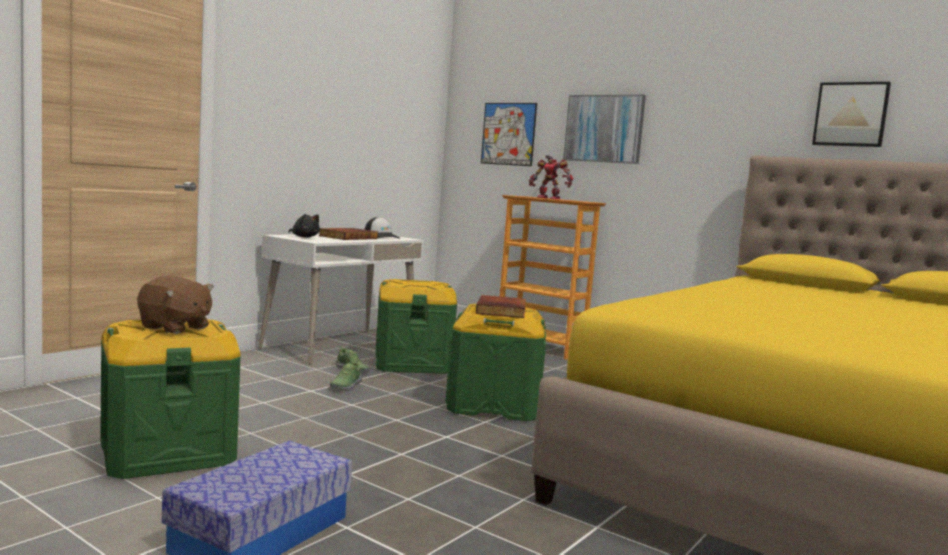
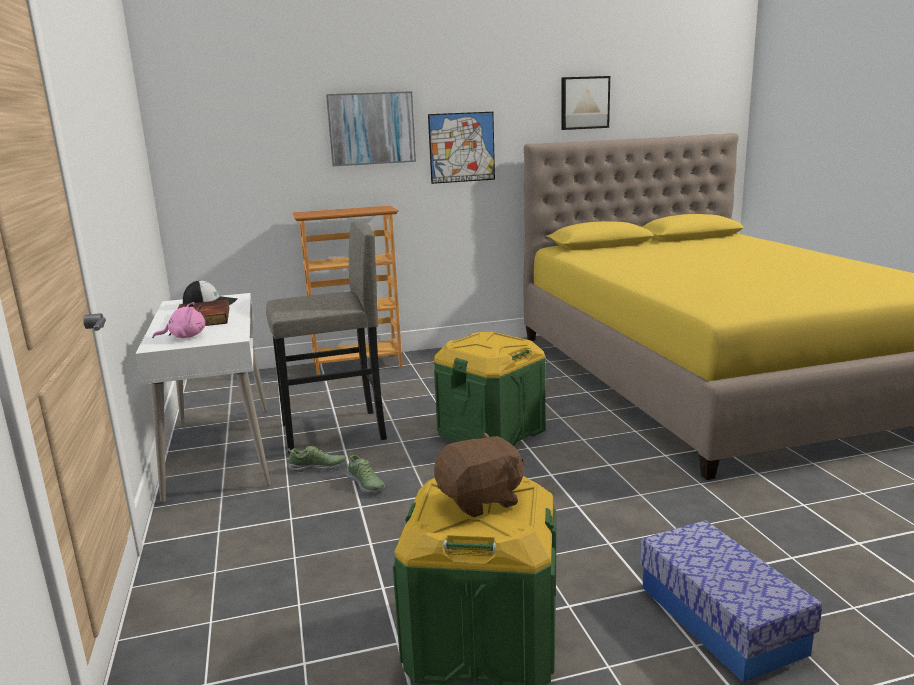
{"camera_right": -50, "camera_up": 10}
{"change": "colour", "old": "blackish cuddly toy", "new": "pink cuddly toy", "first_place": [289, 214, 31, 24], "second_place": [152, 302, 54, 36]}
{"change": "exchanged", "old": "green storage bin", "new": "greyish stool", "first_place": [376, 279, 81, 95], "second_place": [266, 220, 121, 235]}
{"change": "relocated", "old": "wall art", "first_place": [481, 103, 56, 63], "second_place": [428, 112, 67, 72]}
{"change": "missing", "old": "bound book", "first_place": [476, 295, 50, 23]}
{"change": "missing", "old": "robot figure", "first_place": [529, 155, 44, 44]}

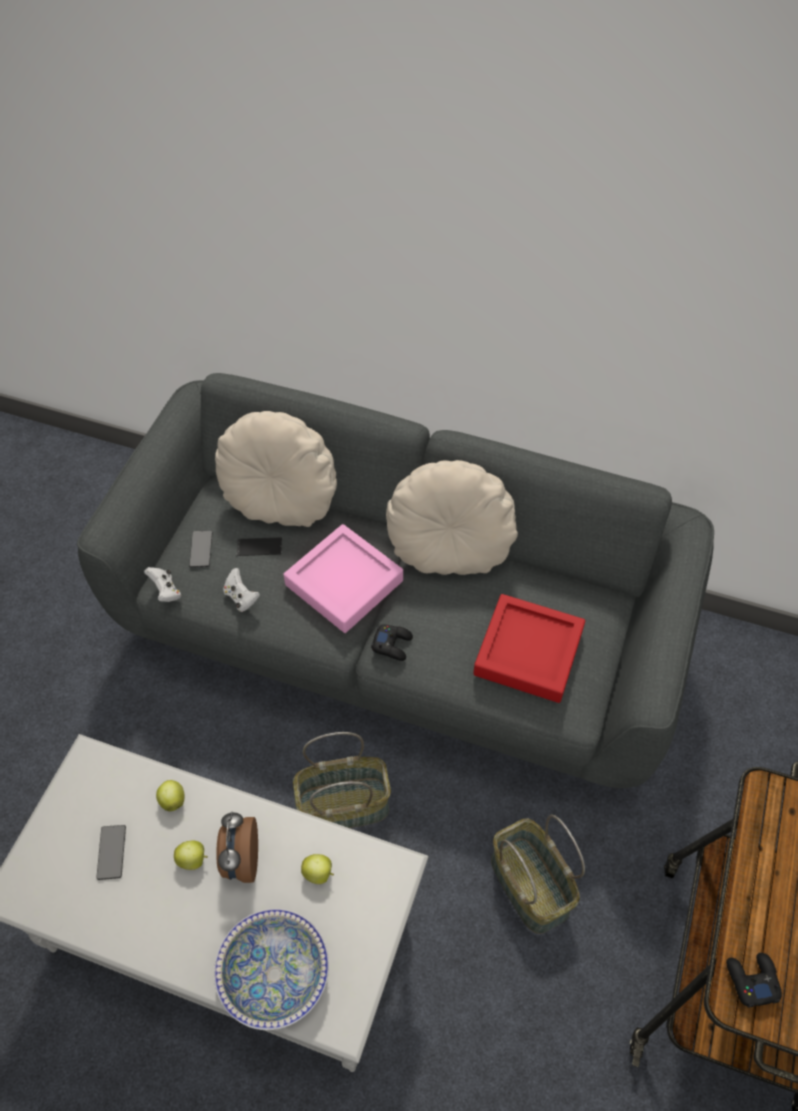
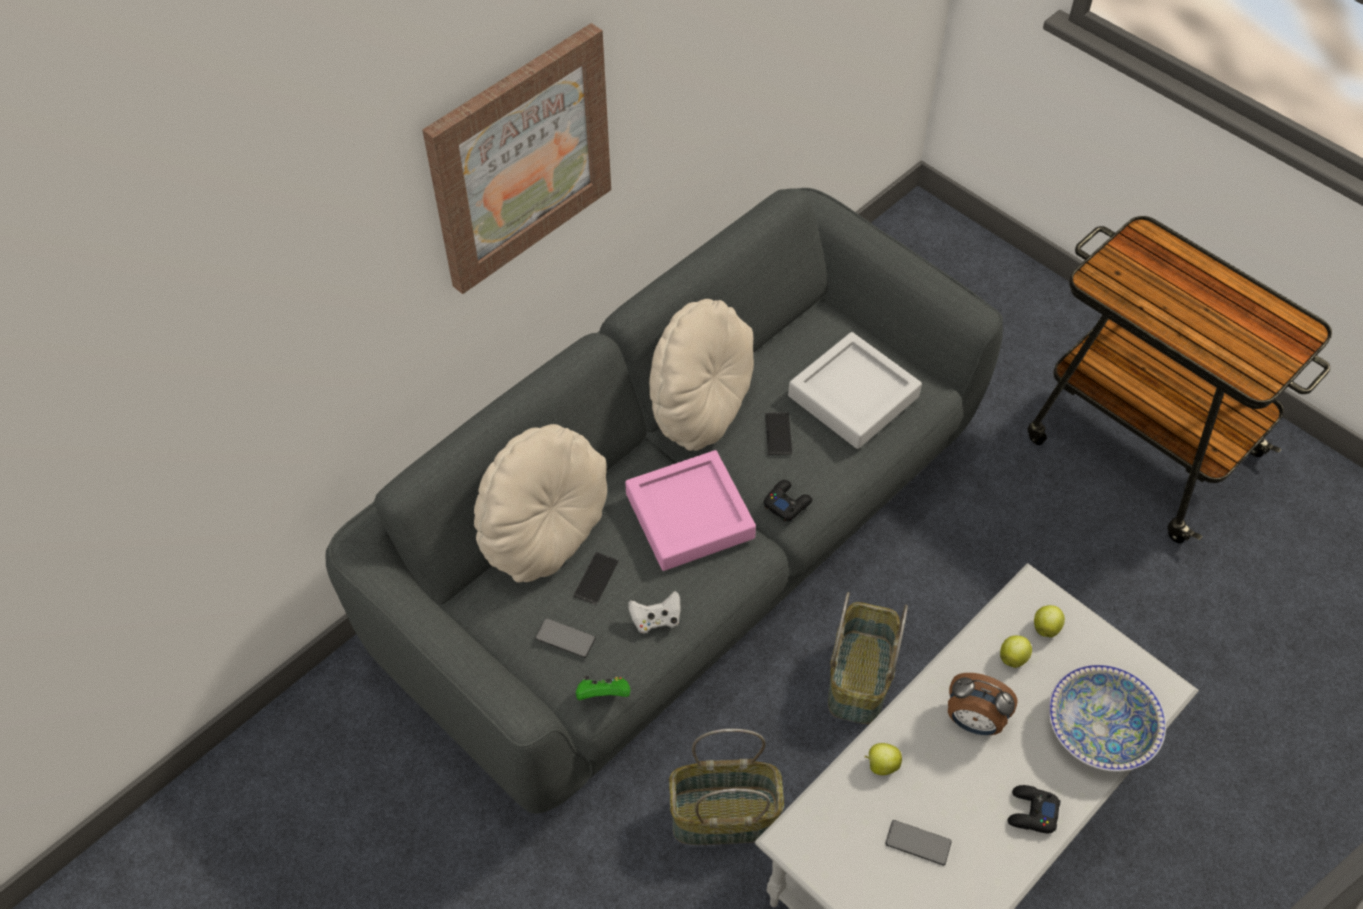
{"camera_right": -65, "camera_up": 0}
{"change": "appeared", "new": "wall art", "second_place": [422, 23, 189, 271]}
{"change": "colour", "old": "whitish game controller", "new": "green game controller", "first_place": [144, 567, 37, 35], "second_place": [576, 676, 54, 24]}
{"change": "relocated", "old": "household basket", "first_place": [491, 815, 94, 119], "second_place": [669, 729, 115, 116]}
{"change": "appeared", "new": "phone", "second_place": [765, 412, 27, 43]}
{"change": "colour", "old": "reddish carrying tray", "new": "greyish carrying tray", "first_place": [473, 594, 112, 109], "second_place": [788, 332, 134, 117]}
{"change": "relocated", "old": "blackish game controller", "first_place": [726, 953, 56, 55], "second_place": [1008, 785, 53, 49]}
{"change": "relocated", "old": "whole apple", "first_place": [174, 840, 34, 30], "second_place": [1034, 605, 31, 32]}

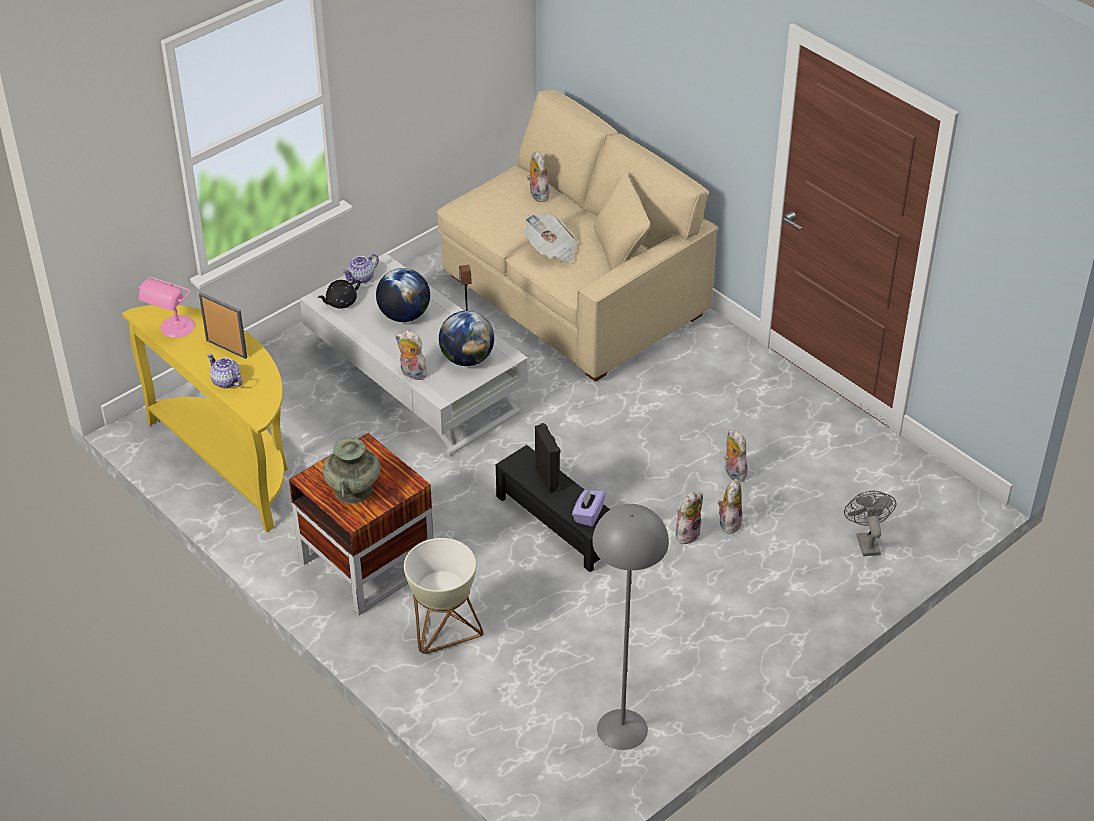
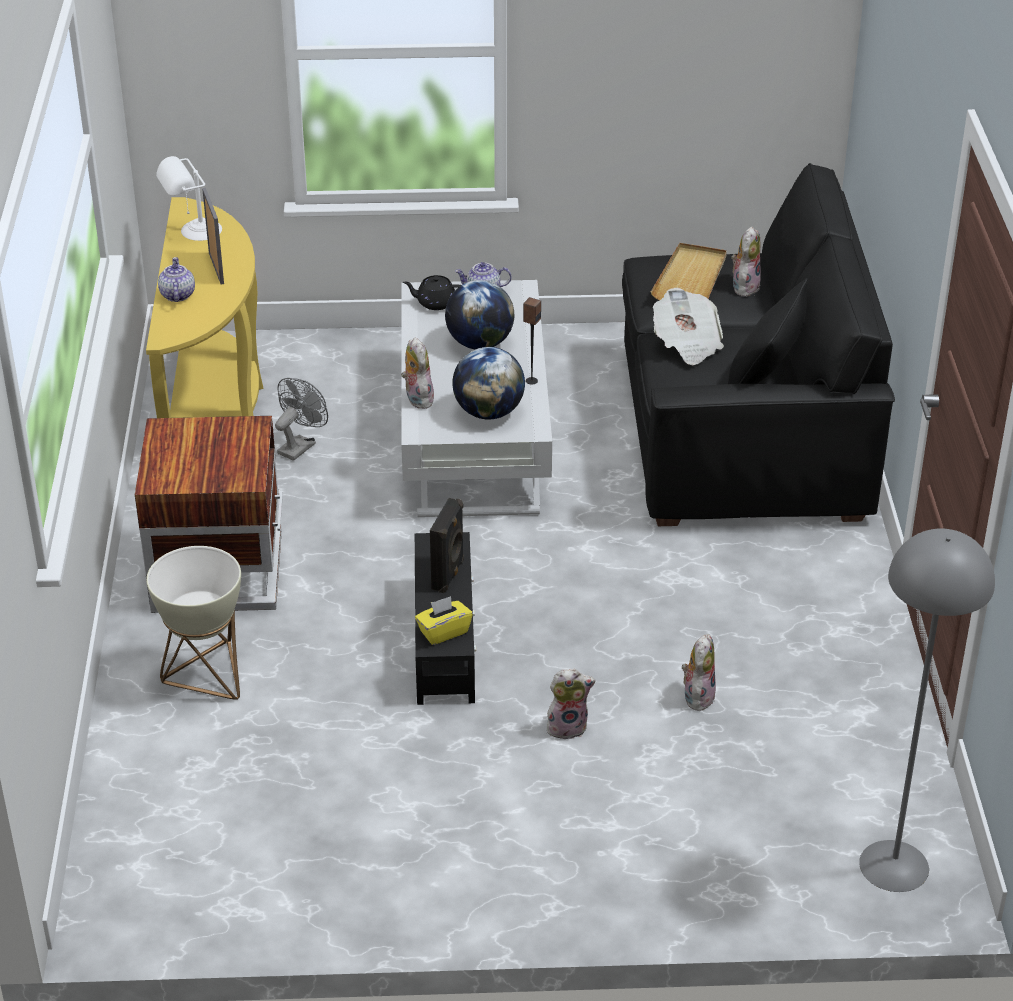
{"camera_right": 40, "camera_up": -5}
{"change": "colour", "old": "pink table lamp", "new": "whitish table lamp", "first_place": [139, 277, 56, 61], "second_place": [156, 156, 66, 85]}
{"change": "relocated", "old": "greyish cooling fan", "first_place": [844, 491, 53, 65], "second_place": [275, 378, 53, 83]}
{"change": "colour", "old": "purplish box of tissues", "new": "yellow box of tissues", "first_place": [572, 488, 34, 39], "second_place": [415, 596, 58, 49]}
{"change": "colour", "old": "beige settee", "new": "blackish settee", "first_place": [437, 89, 281, 293], "second_place": [622, 163, 273, 363]}
{"change": "appeared", "new": "beige carrying tray", "second_place": [651, 243, 76, 57]}
{"change": "relocated", "old": "greyish floor lamp", "first_place": [592, 504, 77, 246], "second_place": [859, 528, 136, 364]}
{"change": "missing", "old": "turquoise-coloured flower vase", "first_place": [323, 438, 57, 66]}
{"change": "missing", "old": "cuddly toy", "first_place": [718, 479, 24, 55]}

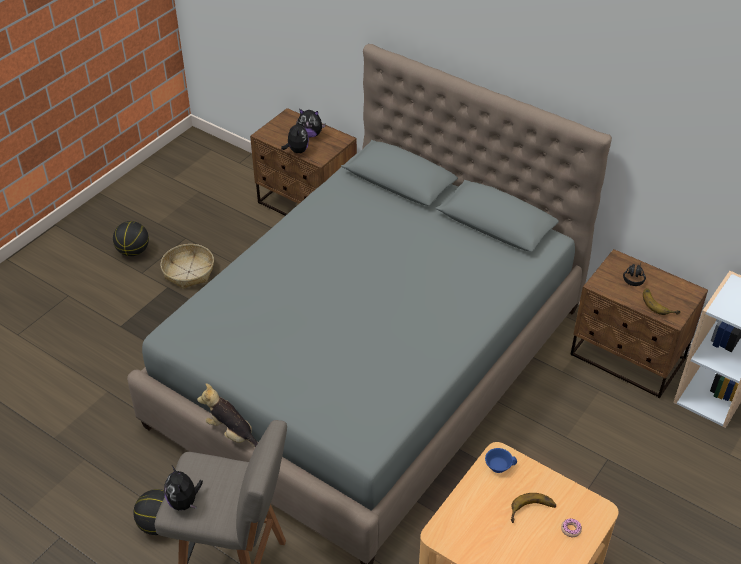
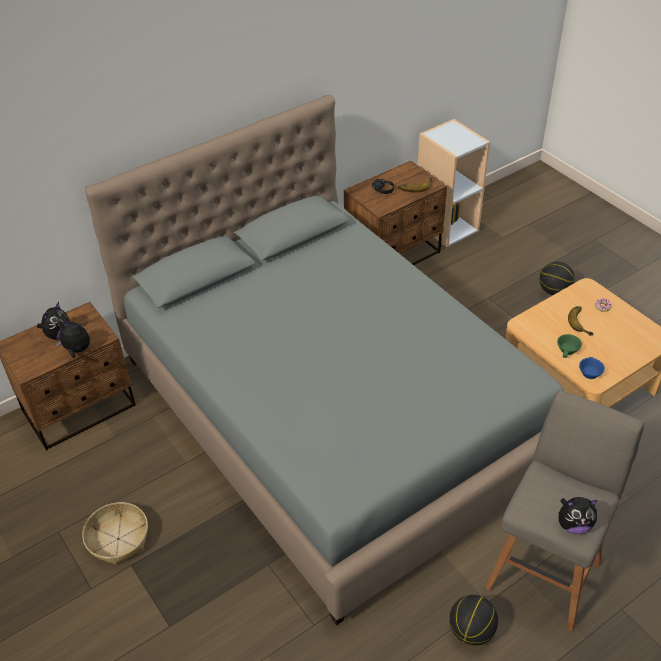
{"camera_right": -70, "camera_up": 0}
{"change": "relocated", "old": "basketball", "first_place": [113, 221, 36, 35], "second_place": [539, 262, 36, 33]}
{"change": "appeared", "new": "green drinking cup", "second_place": [557, 334, 25, 24]}
{"change": "relocated", "old": "blue-coloured drinking cup", "first_place": [485, 448, 32, 25], "second_place": [579, 357, 26, 22]}
{"change": "missing", "old": "cuddly toy", "first_place": [197, 383, 61, 65]}

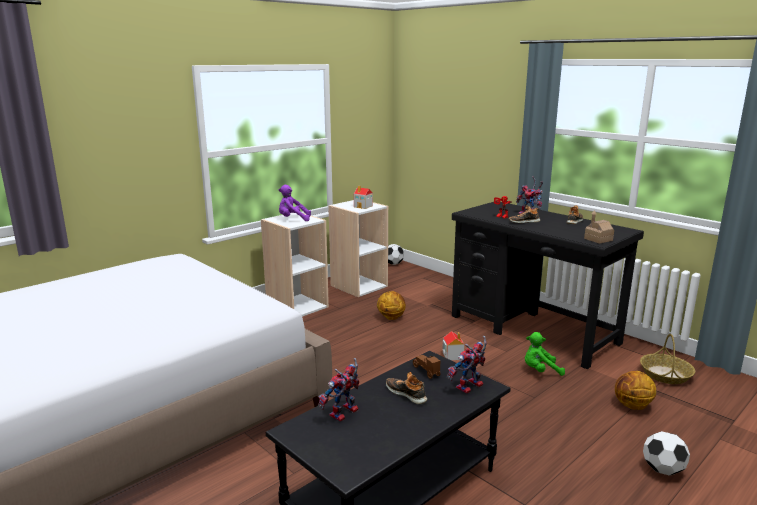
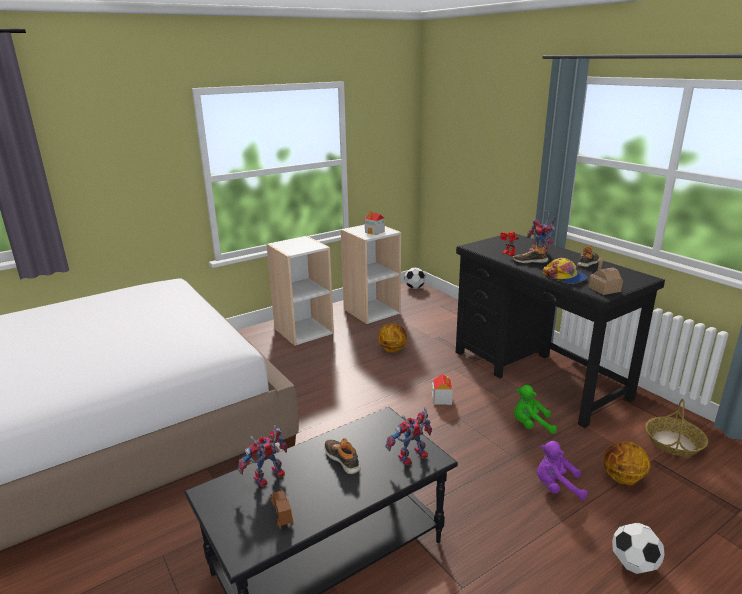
{"camera_right": 10, "camera_up": 5}
{"change": "relocated", "old": "brownish miniature car", "first_place": [413, 355, 27, 24], "second_place": [271, 490, 23, 39]}
{"change": "relocated", "old": "purplish cuddly toy", "first_place": [278, 185, 33, 36], "second_place": [537, 441, 50, 59]}
{"change": "appeared", "new": "peaked cap", "second_place": [543, 258, 44, 26]}

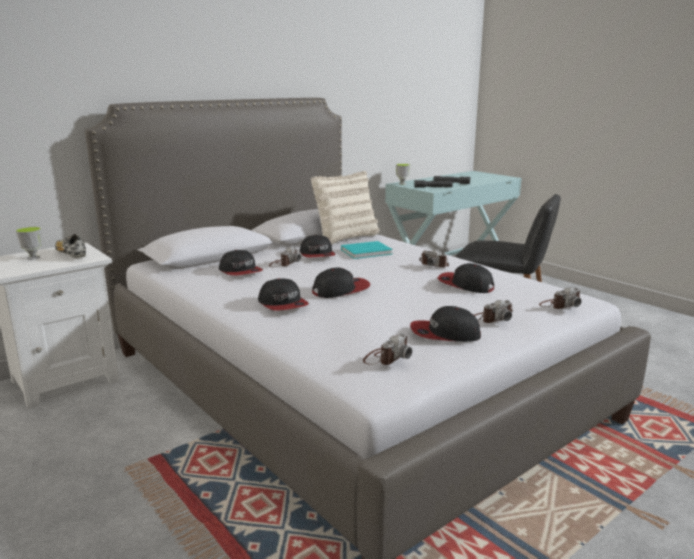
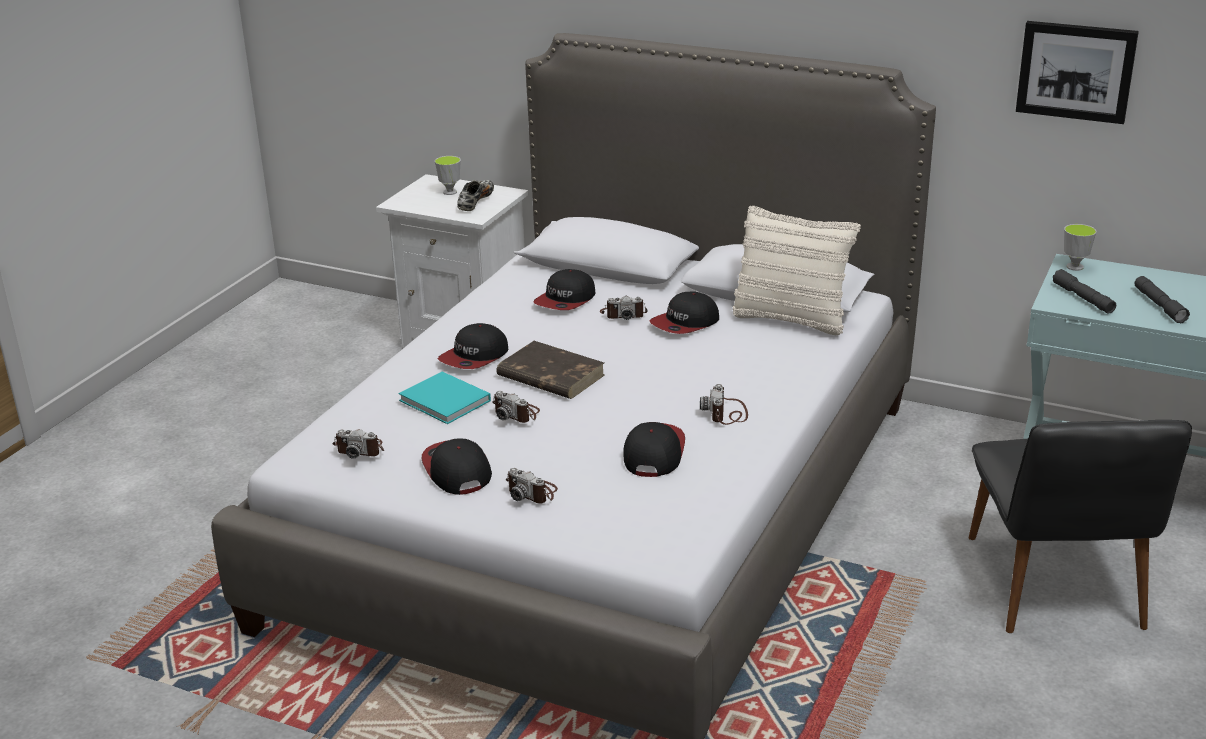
{"camera_right": 65, "camera_up": 10}
{"change": "relocated", "old": "turquoise-coloured bound book", "first_place": [341, 241, 52, 18], "second_place": [399, 372, 92, 52]}
{"change": "relocated", "old": "still camera", "first_place": [539, 287, 42, 22], "second_place": [492, 391, 48, 32]}
{"change": "exchanged", "old": "peaked cap", "new": "brownish bound book", "first_place": [312, 268, 58, 30], "second_place": [497, 341, 108, 58]}
{"change": "appeared", "new": "wall art", "second_place": [1016, 21, 123, 103]}

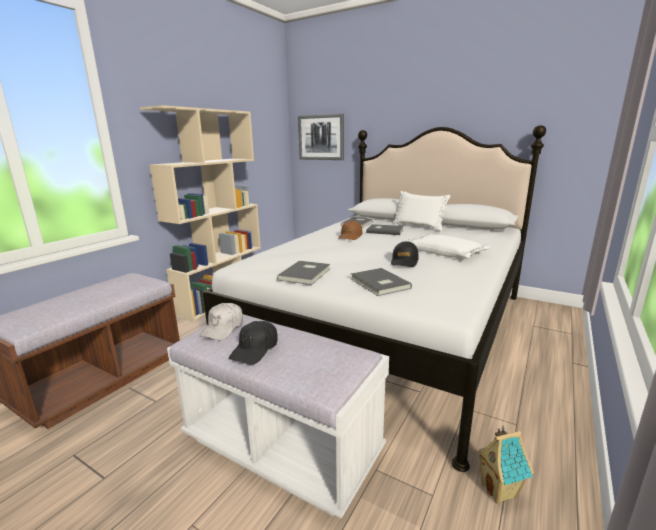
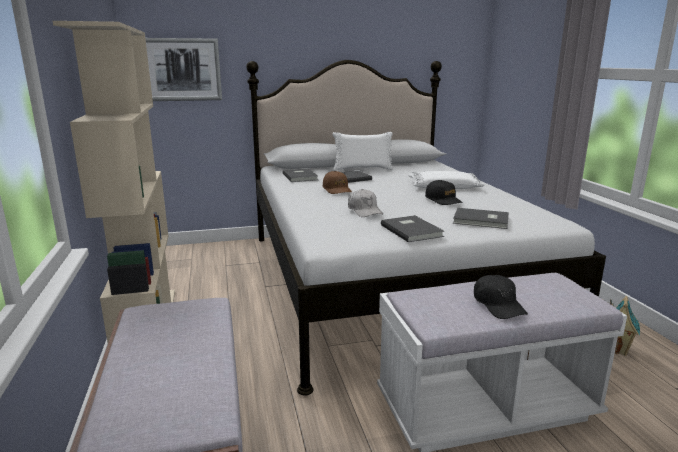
{"camera_right": -45, "camera_up": 0}
{"change": "relocated", "old": "whitish peaked cap", "first_place": [199, 303, 44, 37], "second_place": [348, 189, 35, 28]}

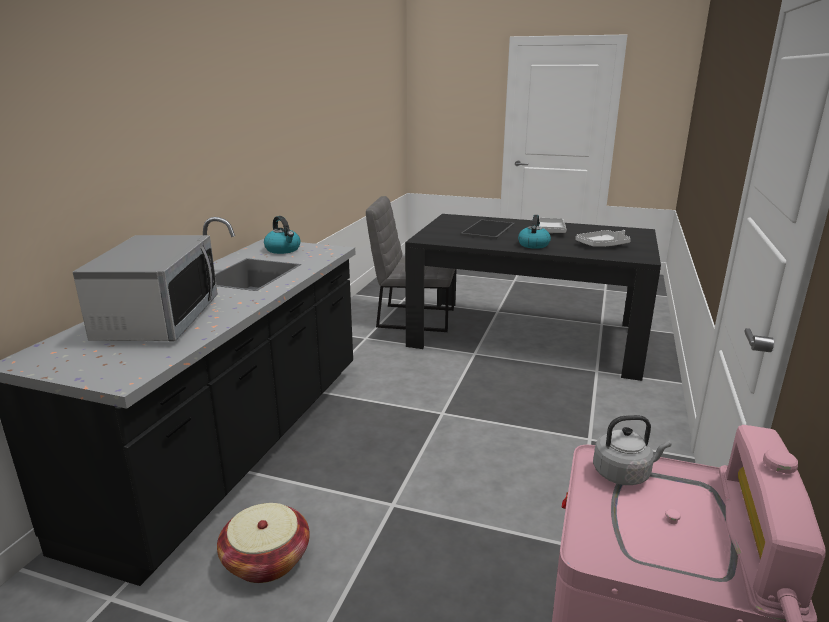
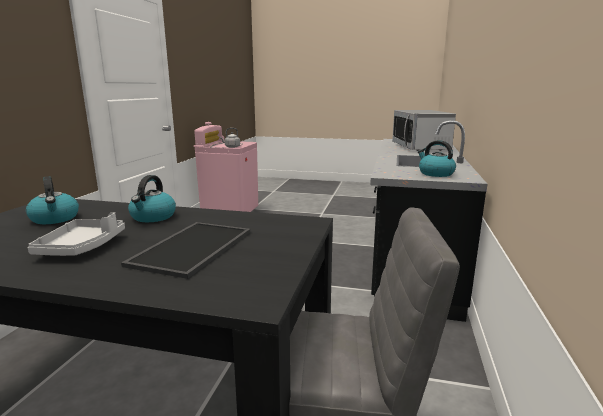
{"camera_right": 175, "camera_up": -5}
{"change": "exchanged", "old": "greyish carrying tray", "new": "tea kettle", "first_place": [575, 230, 56, 17], "second_place": [26, 176, 53, 48]}
{"change": "missing", "old": "household basket", "first_place": [217, 503, 93, 80]}

